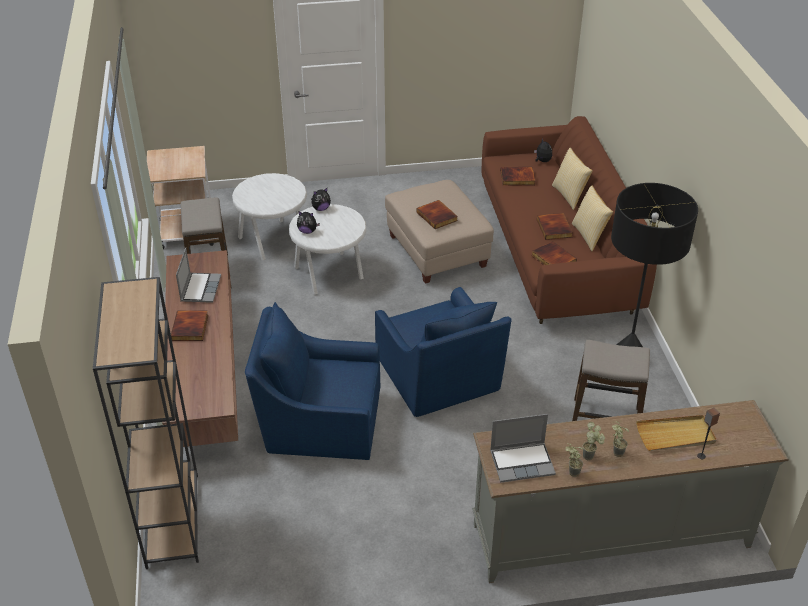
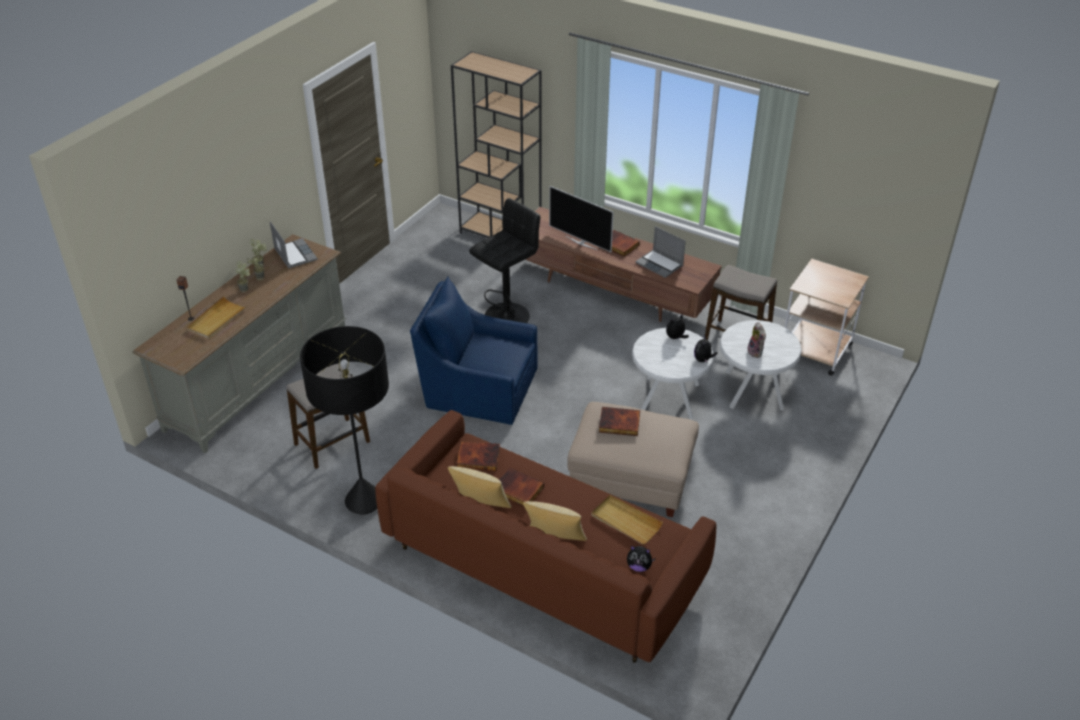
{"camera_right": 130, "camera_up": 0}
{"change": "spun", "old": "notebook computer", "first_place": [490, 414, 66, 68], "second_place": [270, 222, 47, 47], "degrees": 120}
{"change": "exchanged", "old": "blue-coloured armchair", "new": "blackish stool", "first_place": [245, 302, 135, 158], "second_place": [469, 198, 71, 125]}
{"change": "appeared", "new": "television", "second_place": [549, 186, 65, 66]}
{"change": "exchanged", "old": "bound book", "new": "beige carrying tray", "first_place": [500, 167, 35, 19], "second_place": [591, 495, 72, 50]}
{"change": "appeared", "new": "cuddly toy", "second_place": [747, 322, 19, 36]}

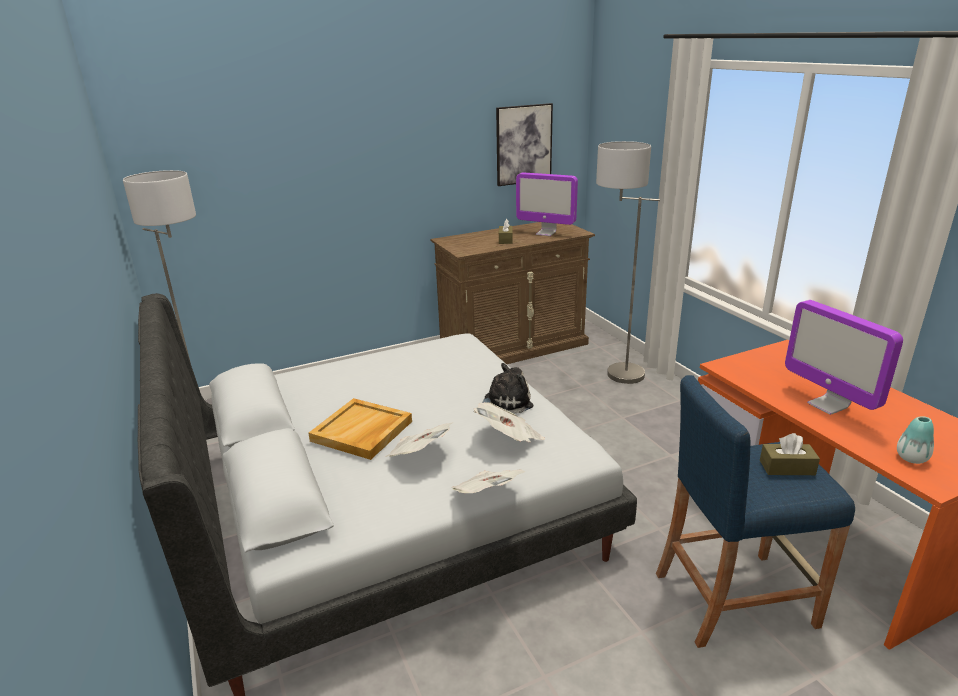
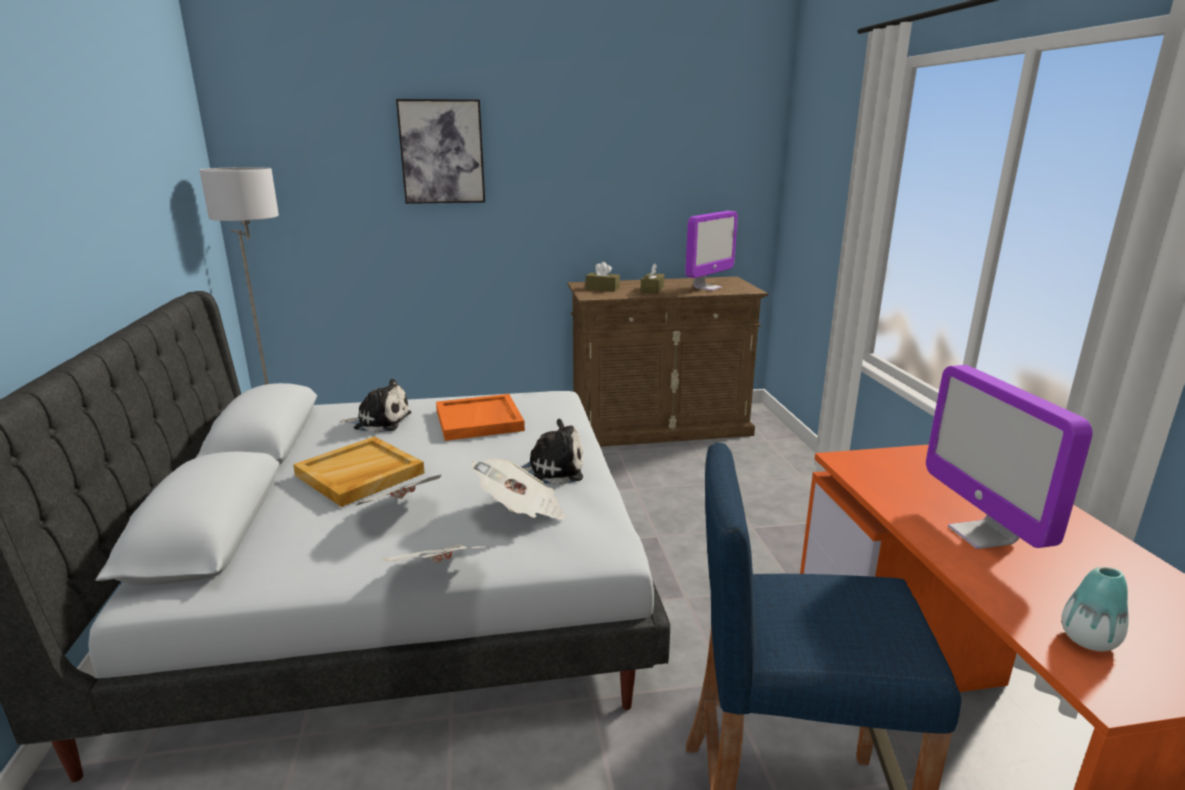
{"camera_right": 15, "camera_up": -5}
{"change": "appeared", "new": "cuddly toy", "second_place": [340, 379, 71, 54]}
{"change": "relocated", "old": "wall art", "first_place": [496, 103, 57, 83], "second_place": [396, 99, 89, 105]}
{"change": "appeared", "new": "orangey carrying tray", "second_place": [436, 394, 89, 47]}
{"change": "relocated", "old": "brownish box of tissues", "first_place": [760, 433, 60, 42], "second_place": [585, 262, 35, 29]}
{"change": "spun", "old": "computer screen", "first_place": [516, 173, 62, 63], "second_place": [685, 211, 53, 80], "degrees": -90}
{"change": "missing", "old": "greyish floor lamp", "first_place": [596, 141, 64, 243]}

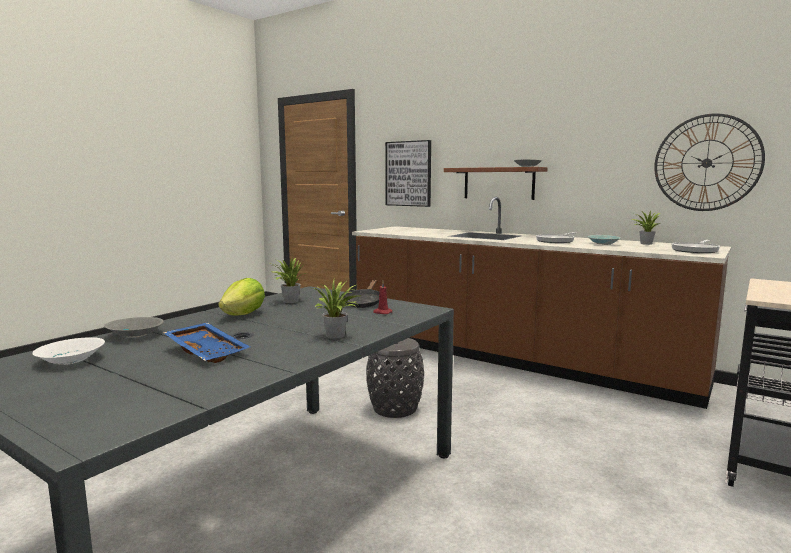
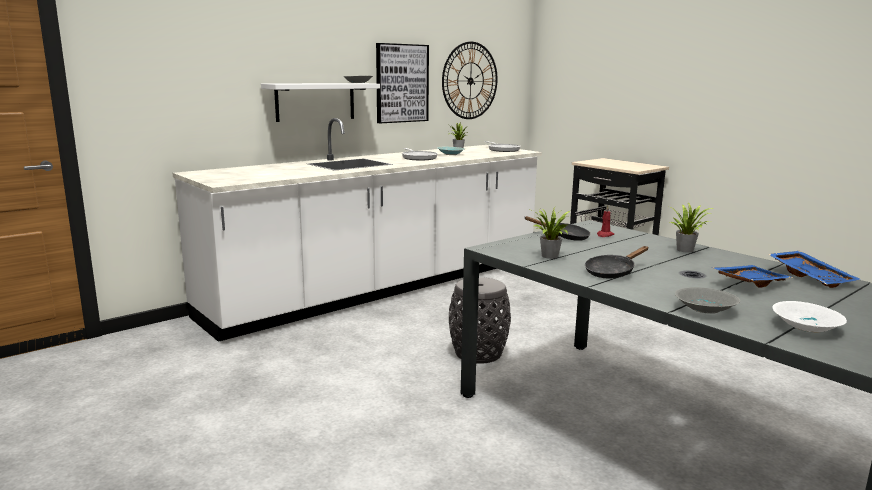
{"camera_right": -75, "camera_up": 5}
{"change": "colour", "old": "brownish kitchen base unit", "new": "whitish kitchen base unit", "first_place": [352, 197, 379, 212], "second_place": [173, 118, 369, 224]}
{"change": "colour", "old": "brownish shelf", "new": "whitish shelf", "first_place": [444, 167, 104, 33], "second_place": [261, 83, 119, 39]}
{"change": "relocated", "old": "wall art", "first_place": [385, 140, 46, 67], "second_place": [376, 43, 53, 80]}
{"change": "exchanged", "old": "lettuce head", "new": "blackish pan", "first_place": [218, 278, 47, 38], "second_place": [585, 246, 63, 32]}
{"change": "appeared", "new": "blue-coloured carrying tray", "second_place": [768, 251, 92, 37]}

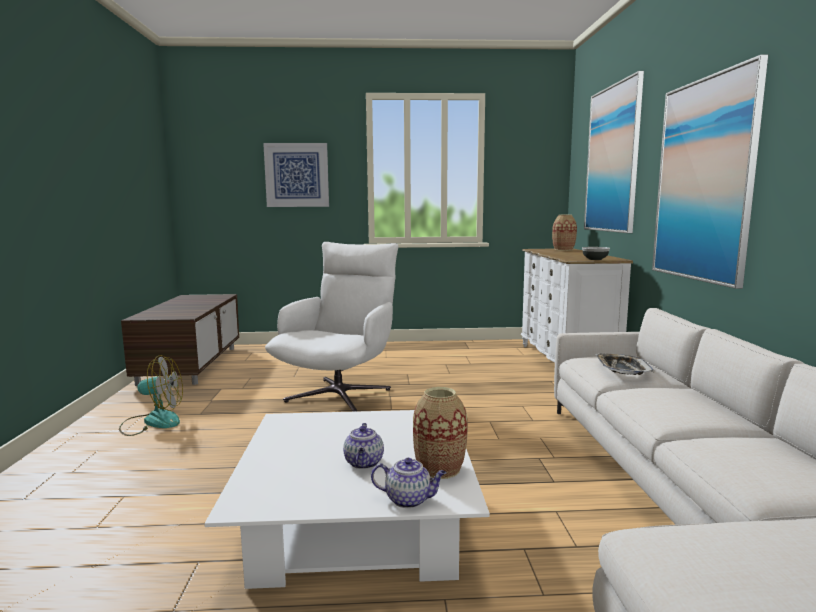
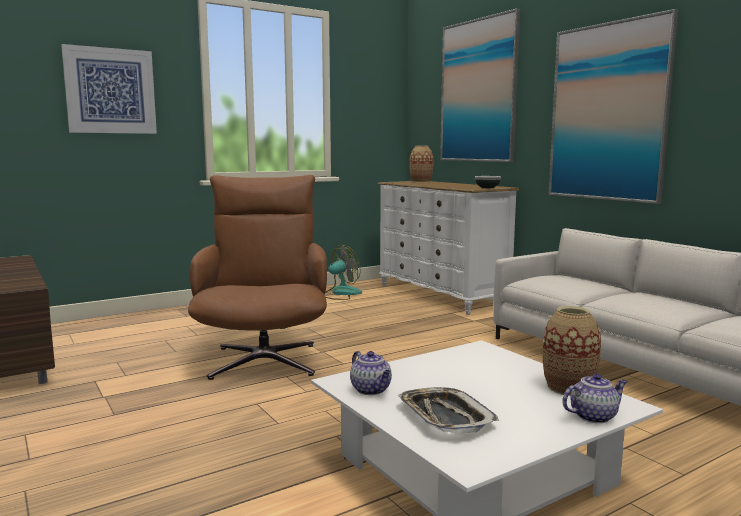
{"camera_right": -30, "camera_up": 0}
{"change": "colour", "old": "whitish armchair", "new": "brownish armchair", "first_place": [265, 242, 134, 170], "second_place": [188, 175, 139, 205]}
{"change": "relocated", "old": "cooling fan", "first_place": [119, 355, 64, 81], "second_place": [325, 245, 37, 55]}
{"change": "relocated", "old": "tea pot", "first_place": [343, 423, 41, 46], "second_place": [350, 351, 42, 44]}
{"change": "relocated", "old": "carrying tray", "first_place": [596, 353, 58, 22], "second_place": [398, 387, 101, 47]}

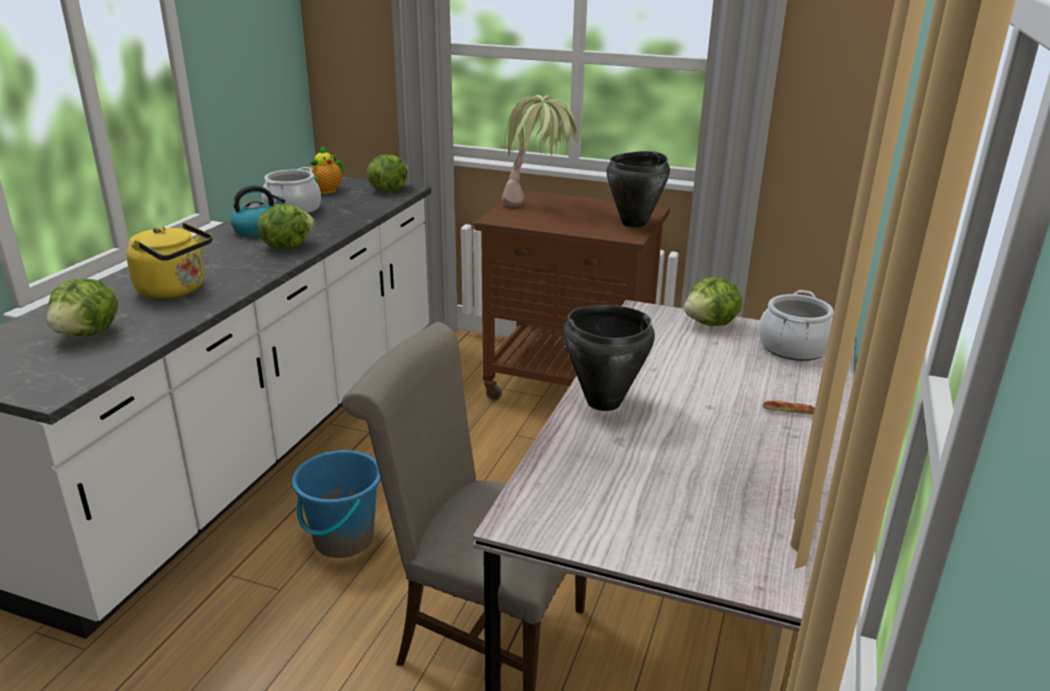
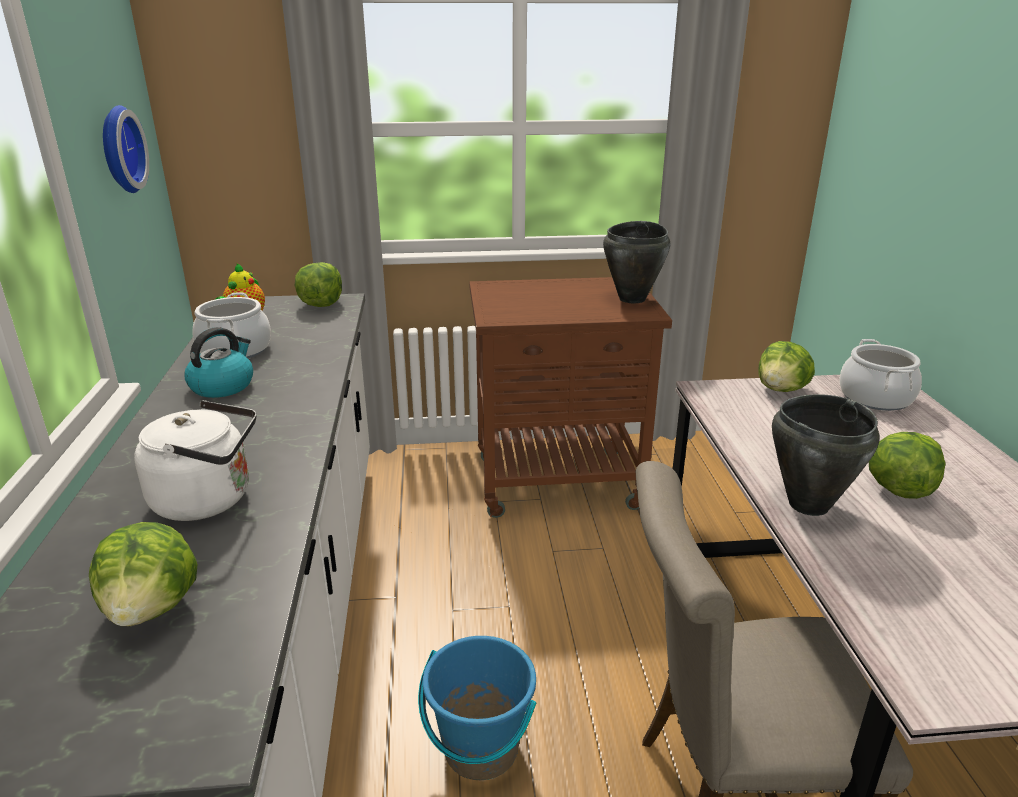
{"camera_right": -25, "camera_up": 0}
{"change": "appeared", "new": "clock on the wall", "second_place": [103, 105, 46, 88]}
{"change": "colour", "old": "yellow tea kettle", "new": "whitish tea kettle", "first_place": [126, 223, 86, 76], "second_place": [134, 400, 122, 121]}
{"change": "relocated", "old": "lettuce head", "first_place": [257, 204, 58, 46], "second_place": [869, 432, 77, 67]}
{"change": "missing", "old": "plant in a pot", "first_place": [502, 95, 77, 112]}
{"change": "missing", "old": "bread", "first_place": [763, 401, 52, 13]}

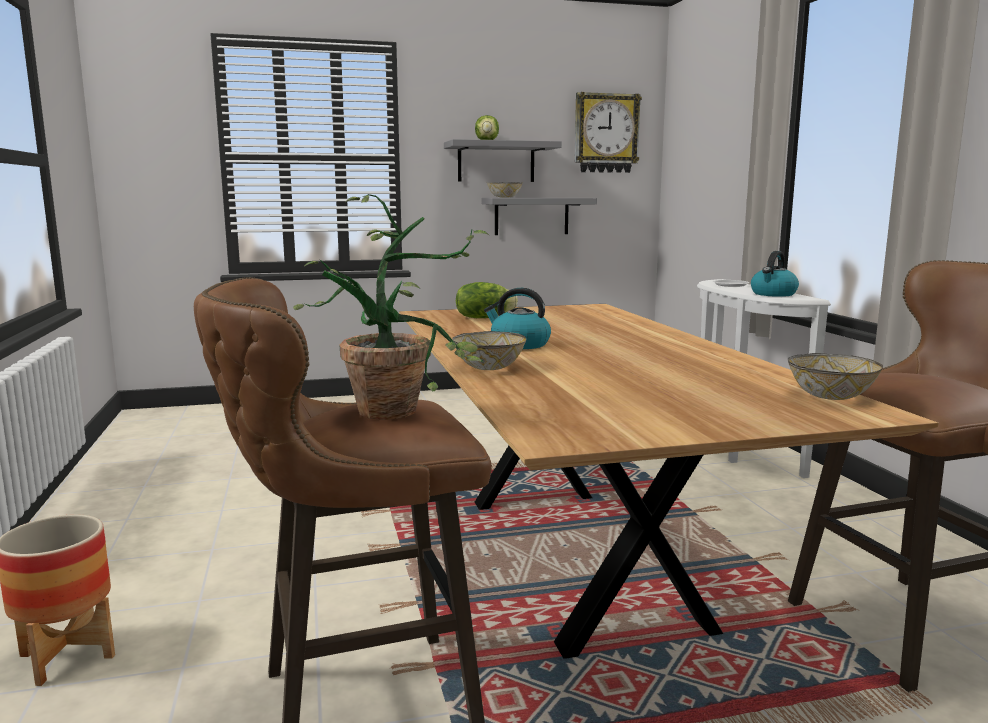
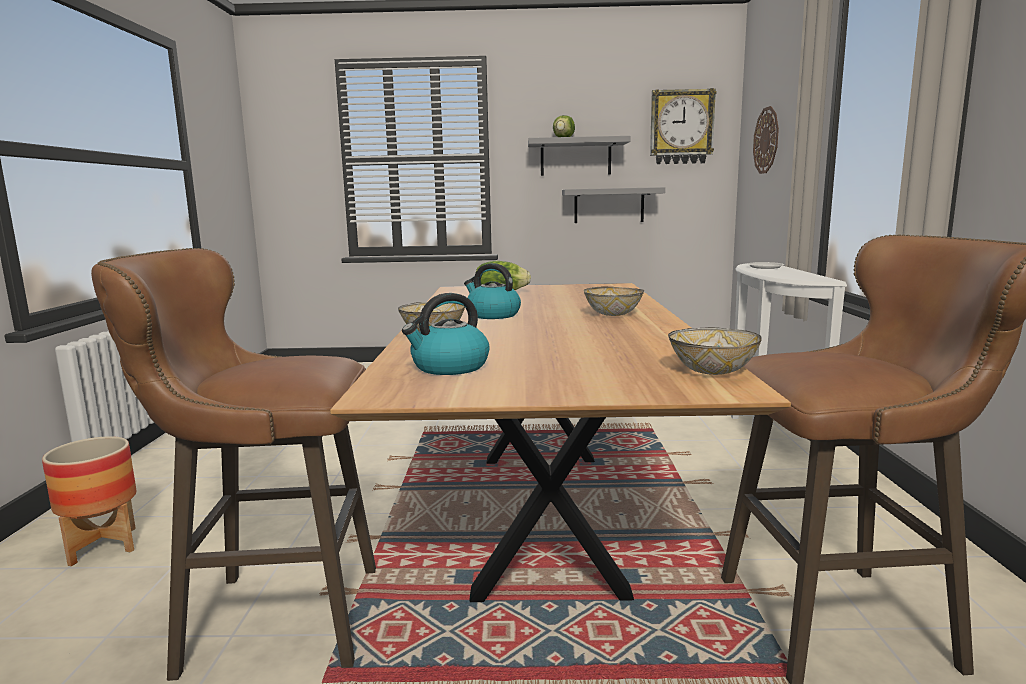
{"camera_right": 15, "camera_up": 0}
{"change": "relocated", "old": "tea kettle", "first_place": [751, 251, 48, 46], "second_place": [402, 293, 87, 82]}
{"change": "relocated", "old": "bowl", "first_place": [487, 182, 36, 16], "second_place": [584, 287, 60, 29]}
{"change": "appeared", "new": "clock on the wall", "second_place": [753, 106, 26, 68]}
{"change": "missing", "old": "plant in a pot", "first_place": [293, 194, 197, 226]}

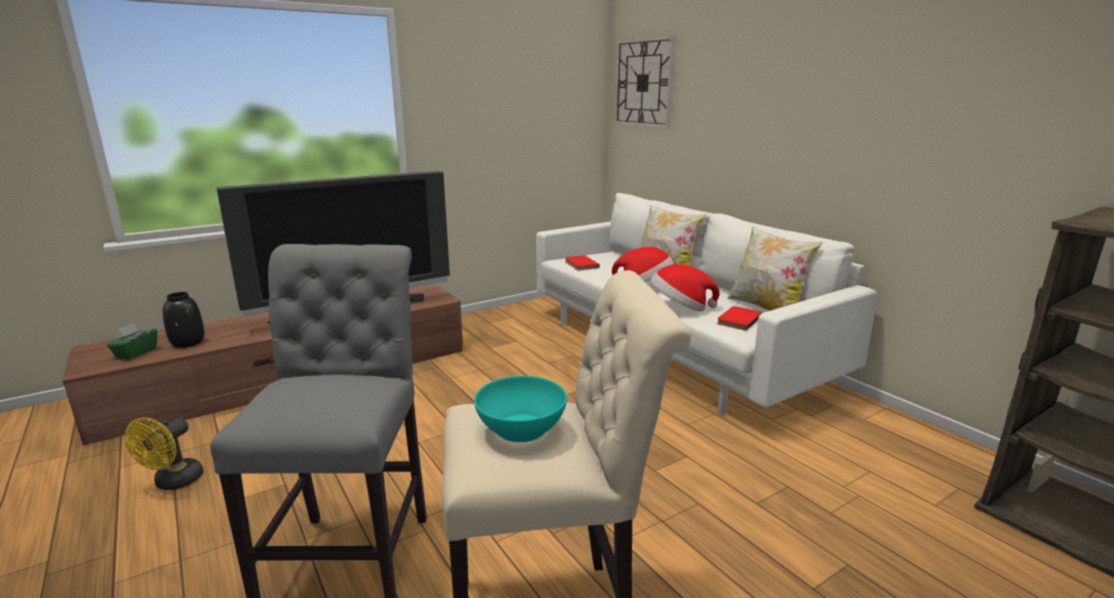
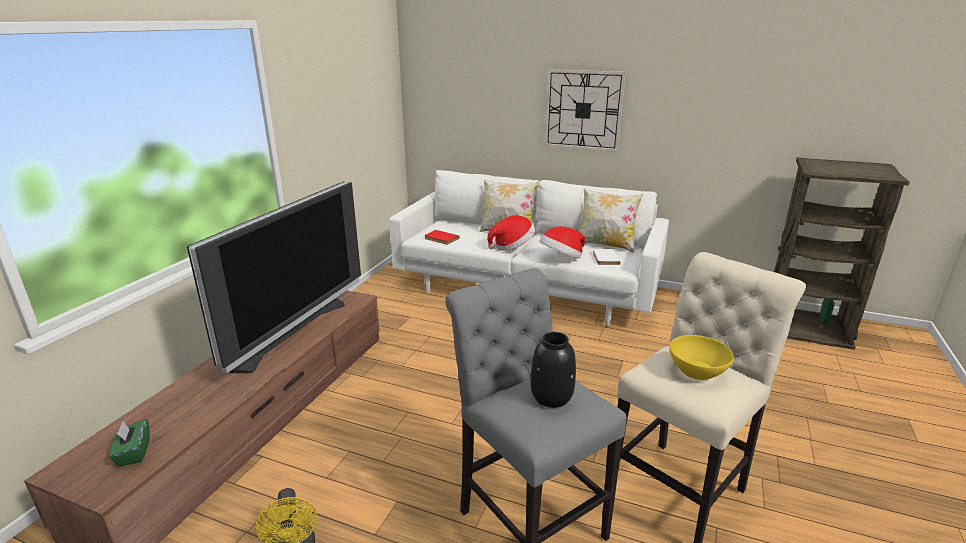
{"camera_right": -35, "camera_up": 5}
{"change": "relocated", "old": "blackish flower vase", "first_place": [163, 292, 42, 56], "second_place": [531, 332, 45, 76]}
{"change": "relocated", "old": "clock on the wall", "first_place": [614, 35, 62, 93], "second_place": [544, 69, 82, 83]}
{"change": "colour", "old": "reddish bound book", "new": "whitish bound book", "first_place": [717, 306, 45, 25], "second_place": [593, 249, 27, 16]}
{"change": "colour", "old": "turquoise-coloured bowl", "new": "yellow bowl", "first_place": [474, 376, 93, 66], "second_place": [669, 335, 65, 45]}

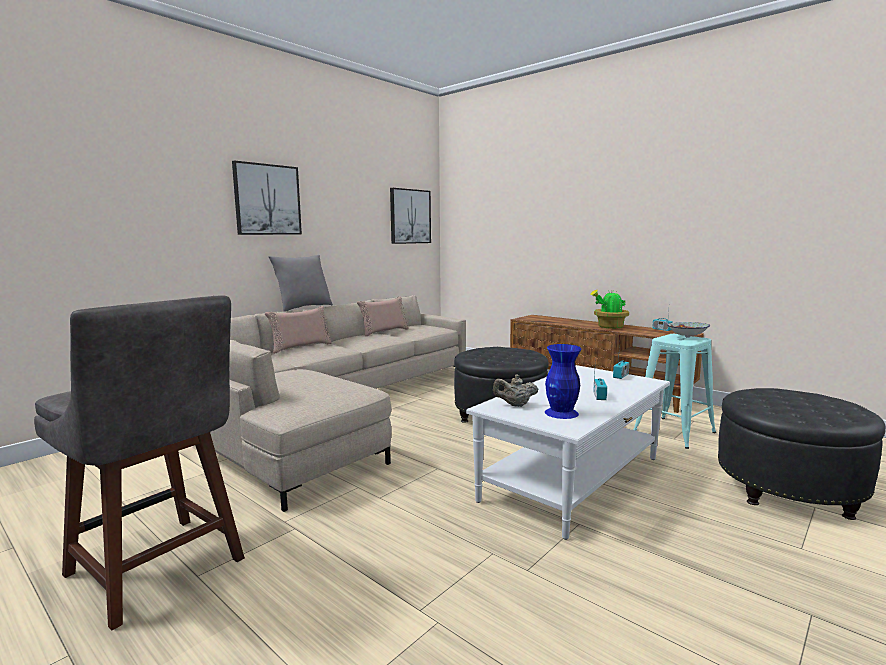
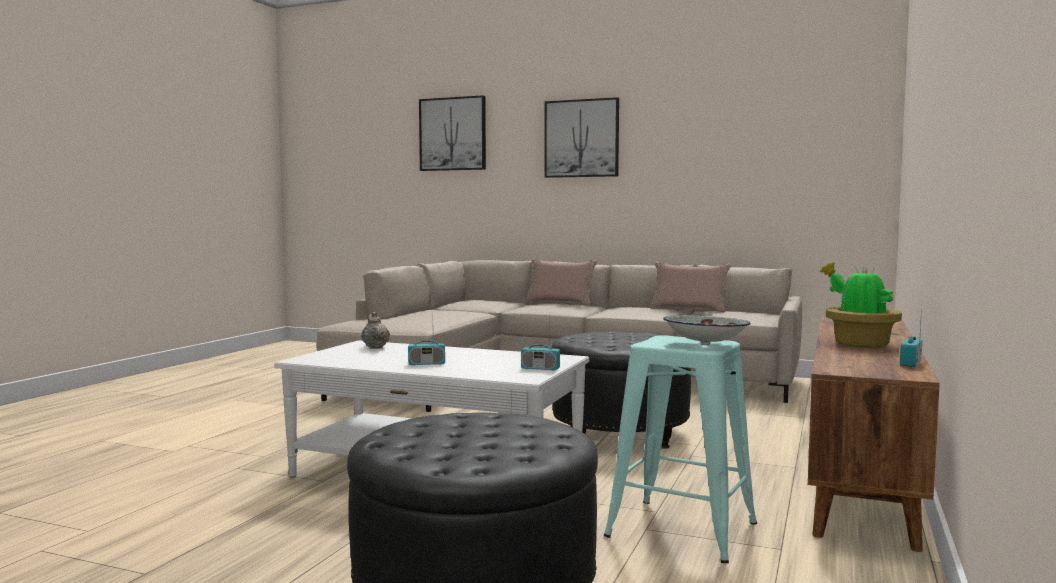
{"camera_right": 70, "camera_up": -5}
{"change": "relocated", "old": "wall art", "first_place": [390, 188, 41, 56], "second_place": [419, 95, 67, 76]}
{"change": "missing", "old": "greyish stool", "first_place": [34, 295, 211, 335]}
{"change": "missing", "old": "greyish cushion", "first_place": [269, 255, 64, 57]}
{"change": "missing", "old": "blue-coloured flower vase", "first_place": [545, 344, 36, 75]}

